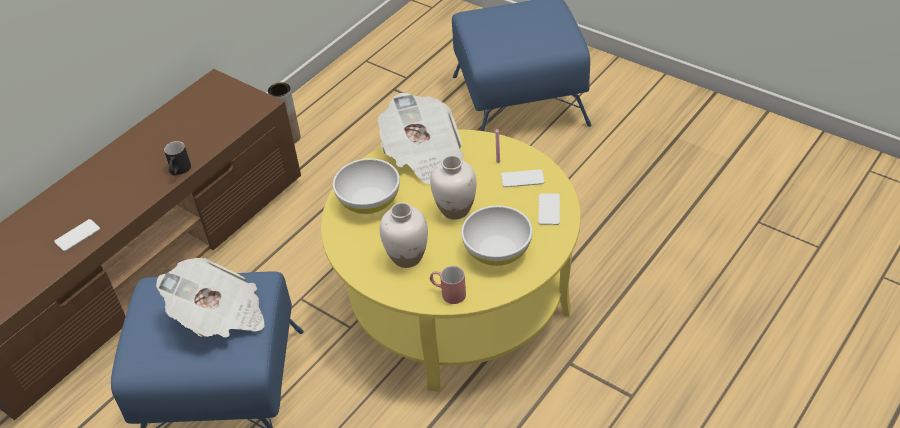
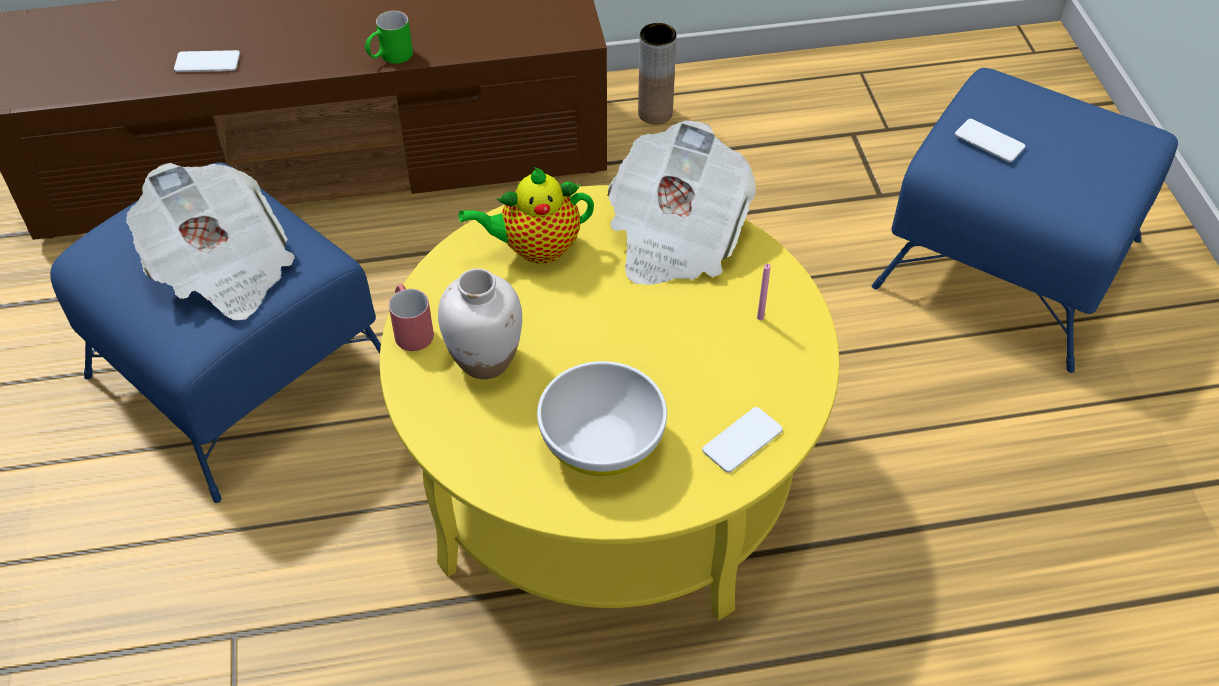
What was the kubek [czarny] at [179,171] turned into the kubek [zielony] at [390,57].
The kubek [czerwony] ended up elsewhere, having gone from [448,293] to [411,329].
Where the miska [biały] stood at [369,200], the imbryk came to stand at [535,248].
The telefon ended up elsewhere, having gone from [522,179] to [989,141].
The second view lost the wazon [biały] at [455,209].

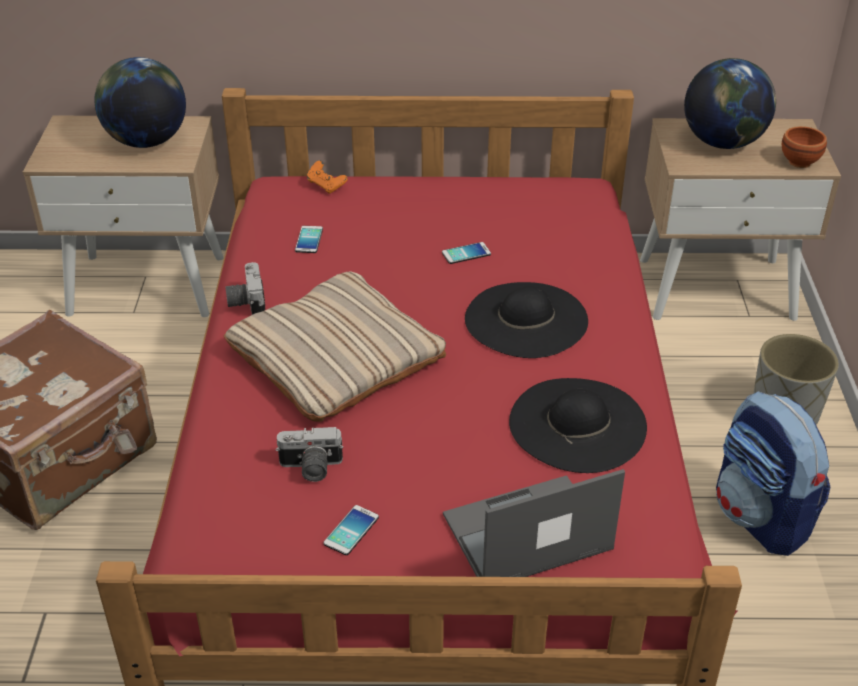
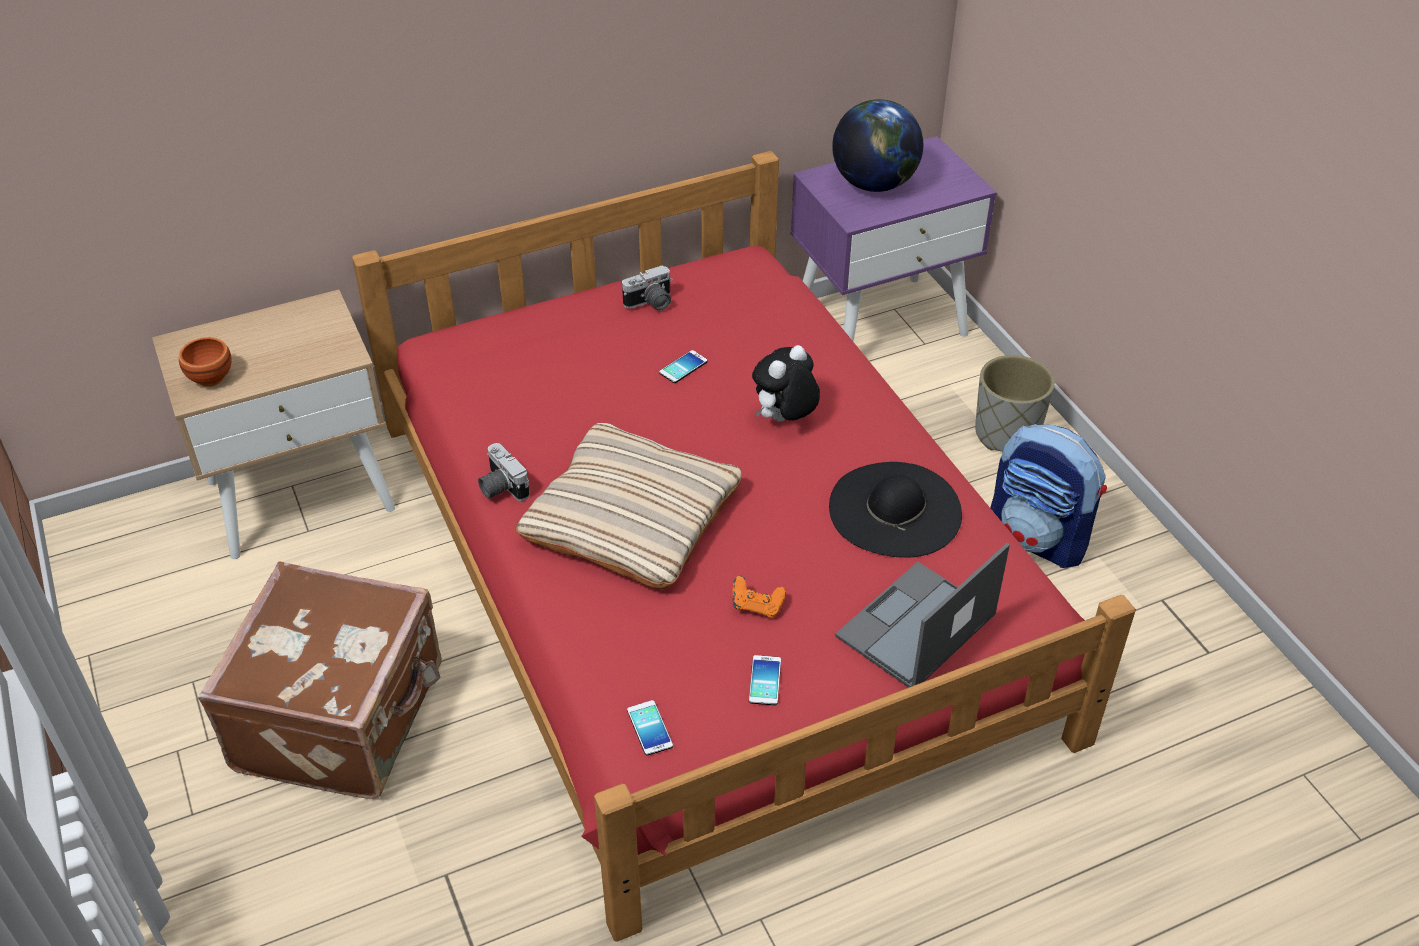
The miska [brązowy] ended up elsewhere, having gone from [798,161] to [210,377].
The aparat fotograficzny ended up elsewhere, having gone from [310,468] to [650,303].
The telefon ended up elsewhere, having gone from [309,240] to [649,728].
The pad do gier [pomarańczowy] ended up elsewhere, having gone from [326,186] to [757,606].
Where the kapelusz [czarny] stood at [526,319], the pluszak came to stand at [784,420].
What was the szafka nocna [beżowy] at [717,288] turned into the szafka nocna [fioletowy] at [880,323].
The second view lost the globus at [146,141].

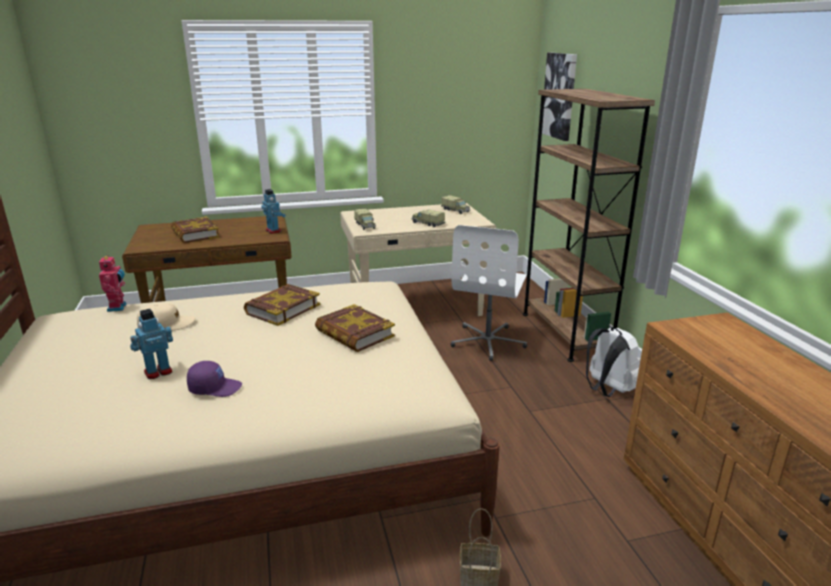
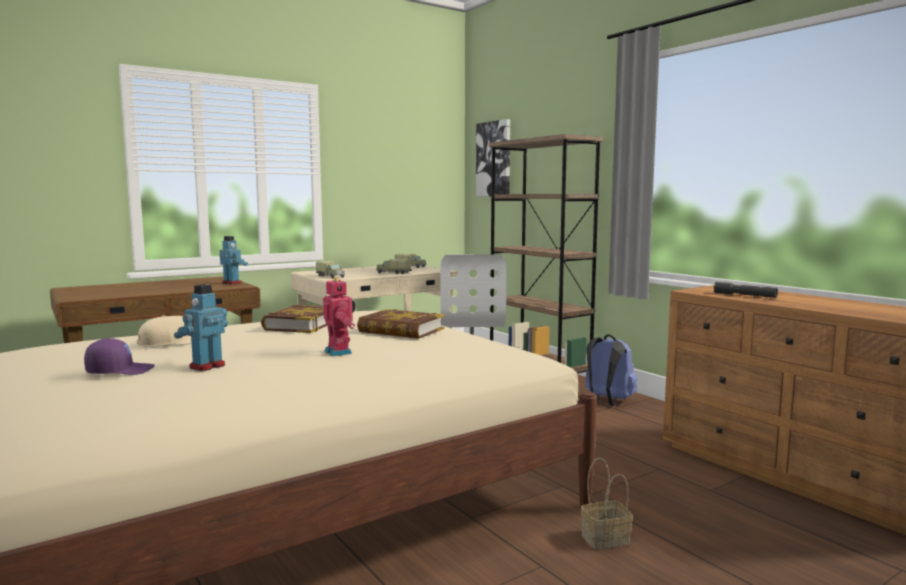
The czapka z daszkiem [fioletowy] ended up elsewhere, having gone from [215,388] to [120,371].
The robot zabawkowy ended up elsewhere, having gone from [118,307] to [340,352].
What was the plecak [biały] at [608,390] turned into the plecak [niebieski] at [607,402].
The second view gained the latarka [szary] at [744,295].
The second view lost the książka at [195,234].

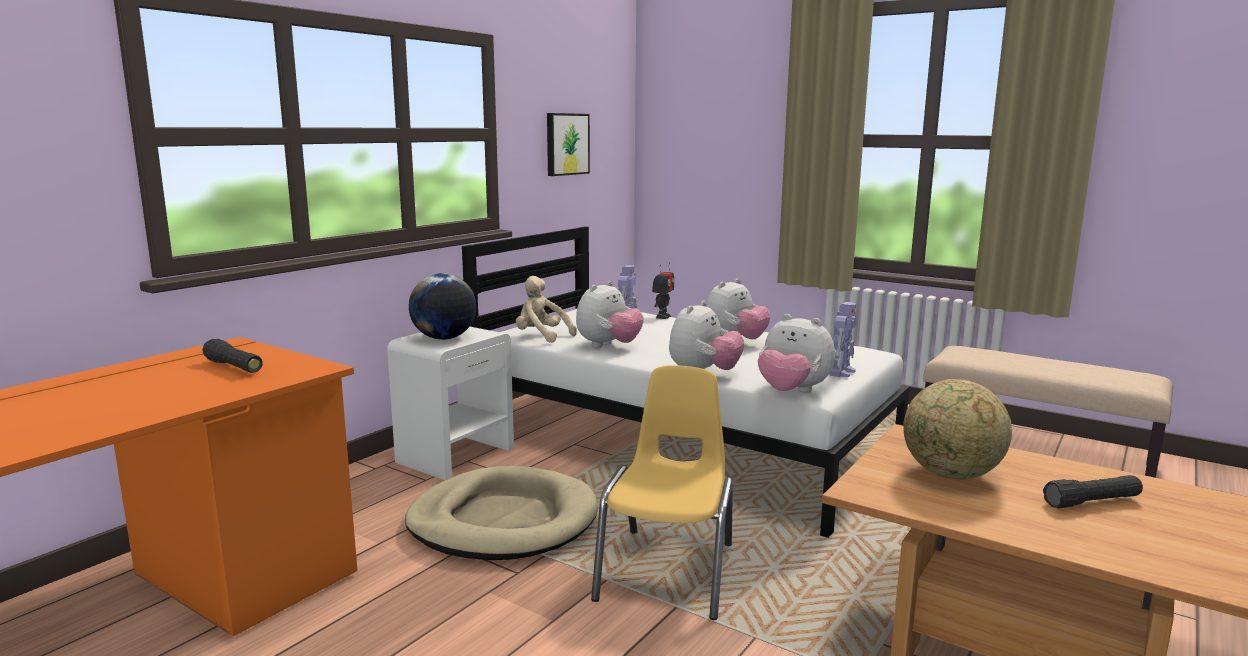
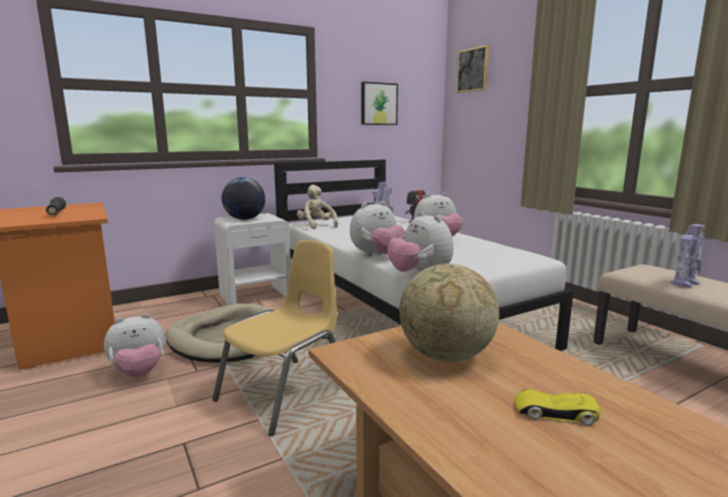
The pluszak ended up elsewhere, having gone from [608,346] to [139,373].
The second view gained the obraz at [473,70].
Where the latarka [czarny] stood at [1092,502], the samochodzik [żółty] came to stand at [554,412].
The robot zabawkowy ended up elsewhere, having gone from [841,372] to [685,283].

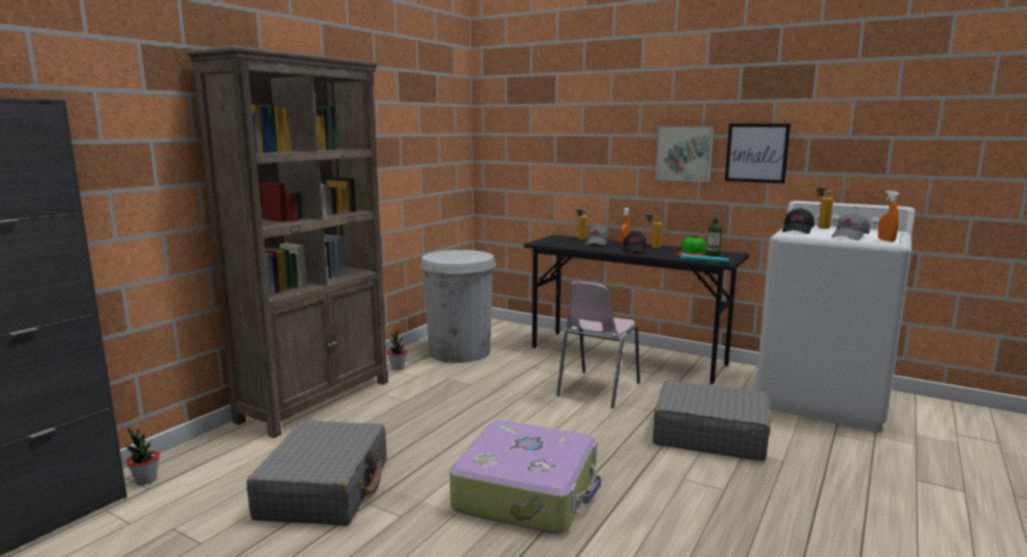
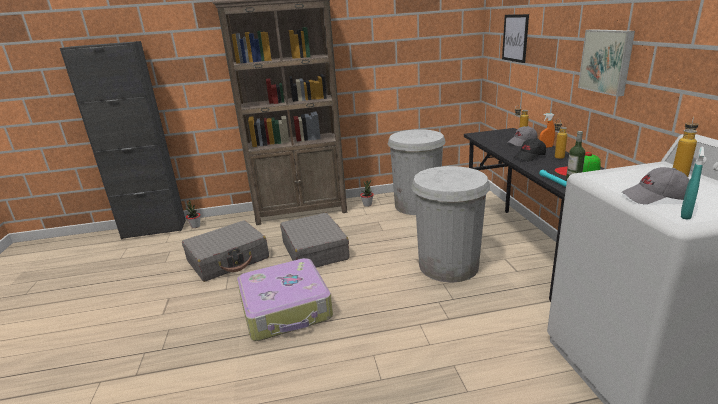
The walizka [szary] ended up elsewhere, having gone from [709,435] to [315,250].
Where the krzesło [różowy] stood at [597,389], the kosz na śmieci [biały] came to stand at [448,265].
The obraz ended up elsewhere, having gone from [756,153] to [515,38].
What was the spryskiwacz [pomarańczowy] at [886,240] turned into the spryskiwacz [turkusowy] at [685,215].
The second view lost the czapka z daszkiem [czarny] at [797,231].

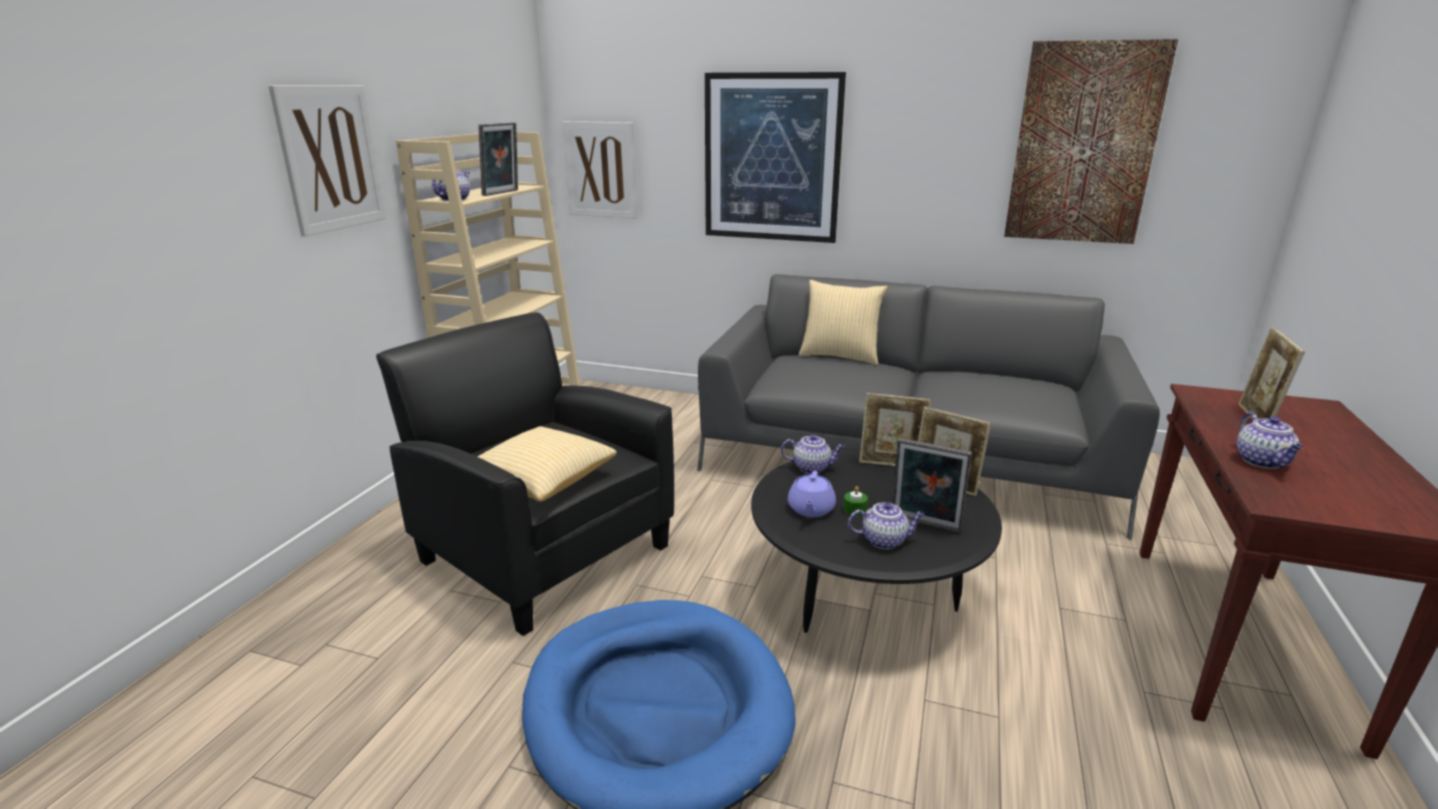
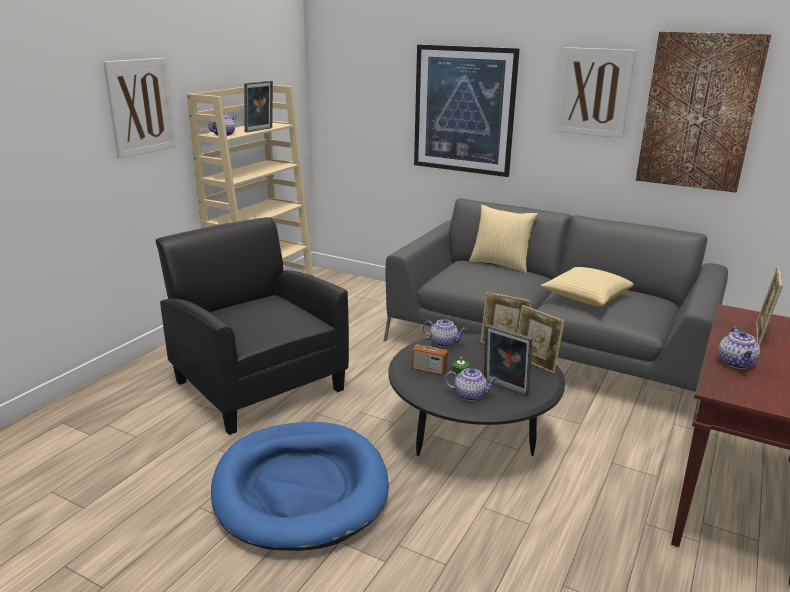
Where the imbryk [fioletowy] stood at [810,509], the radio came to stand at [429,370].
The poduszka ended up elsewhere, having gone from [541,480] to [585,298].
The obraz ended up elsewhere, having gone from [601,170] to [593,92].

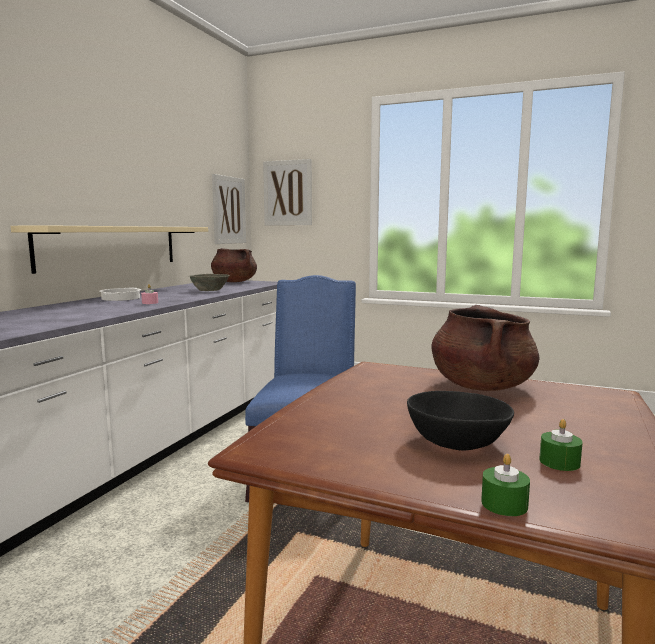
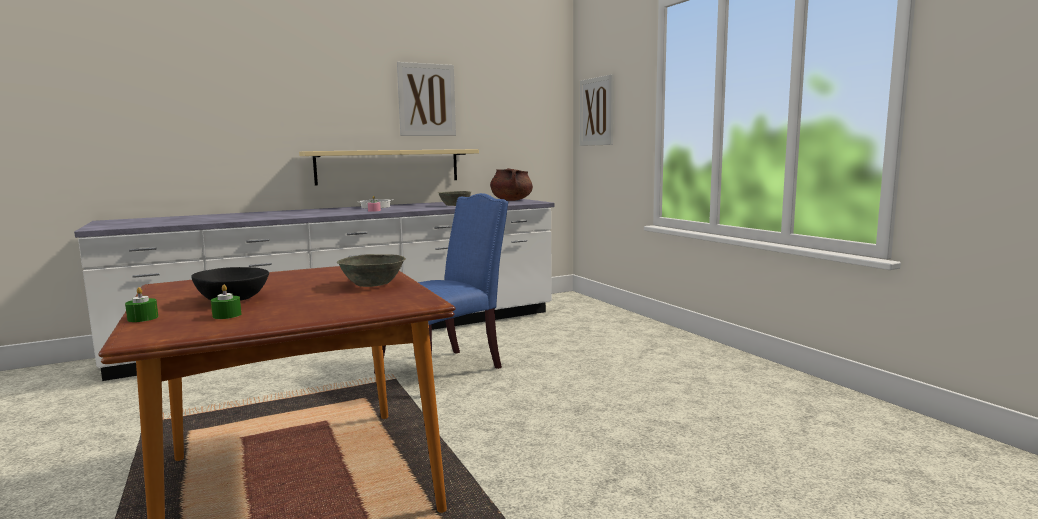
Where the garnek [brązowy] stood at [481,386], the miska [szary] came to stand at [373,284].
The obraz ended up elsewhere, having gone from [229,210] to [426,100].

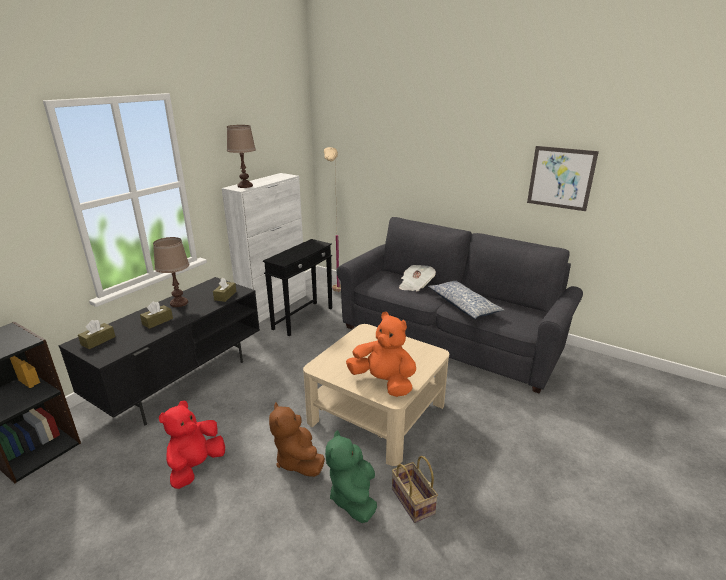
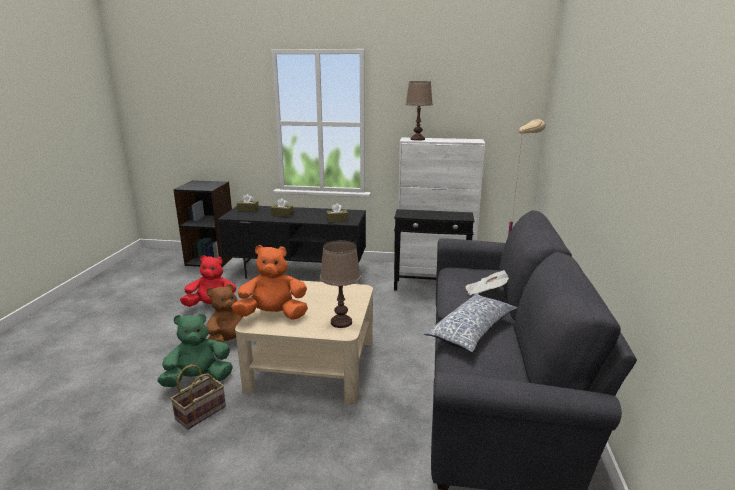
The pluszak [pomarańczowy] at [383,382] ended up facing another way, 105 degrees counterclockwise from before.
The lampa stołowa [brązowy] ended up elsewhere, having gone from [178,303] to [341,322].
The second view lost the obraz at [561,178].

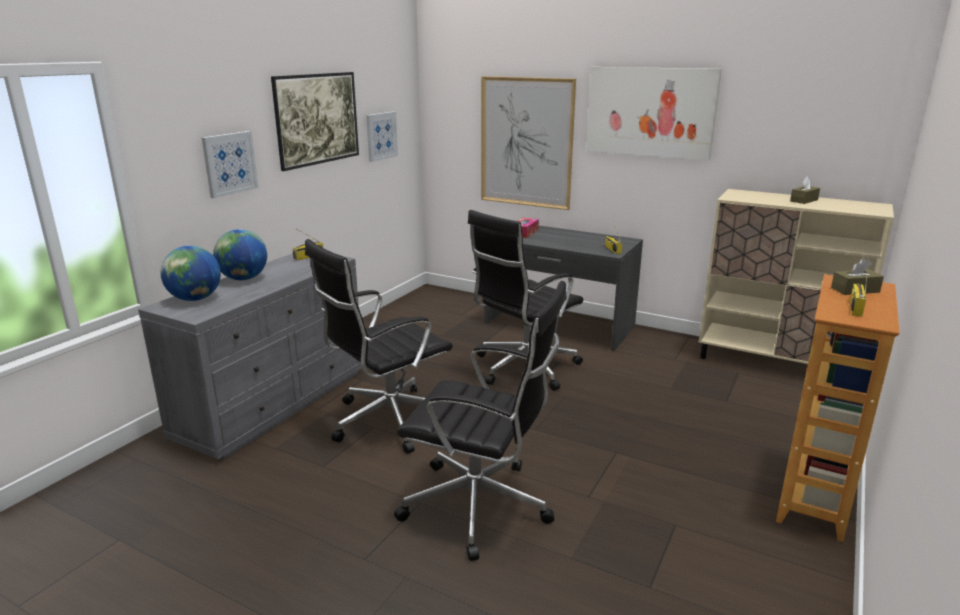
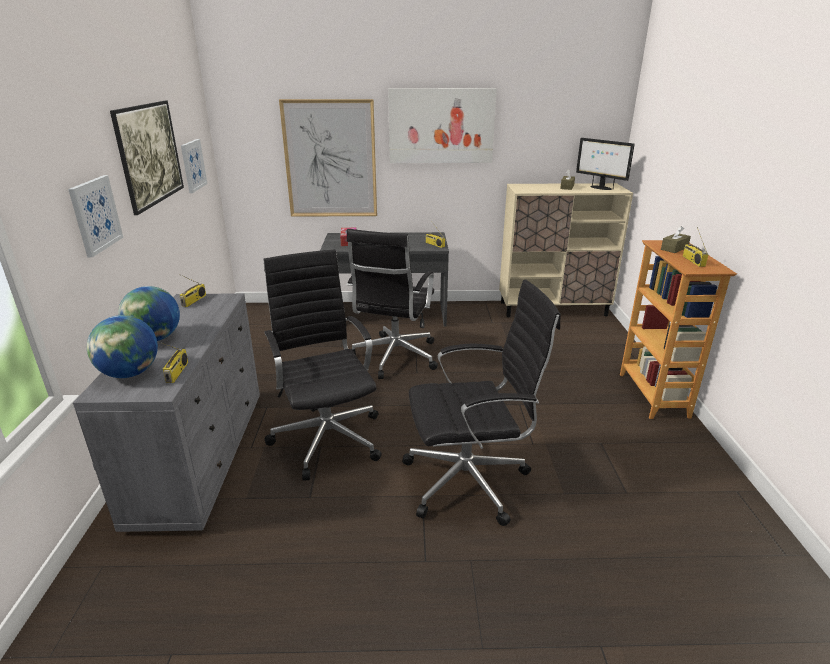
The second view gained the radio at [177,372].
The krzesło biurowe [czarny] at [387,421] ended up facing another way, 135 degrees clockwise from before.
The second view gained the monitor at [600,188].

